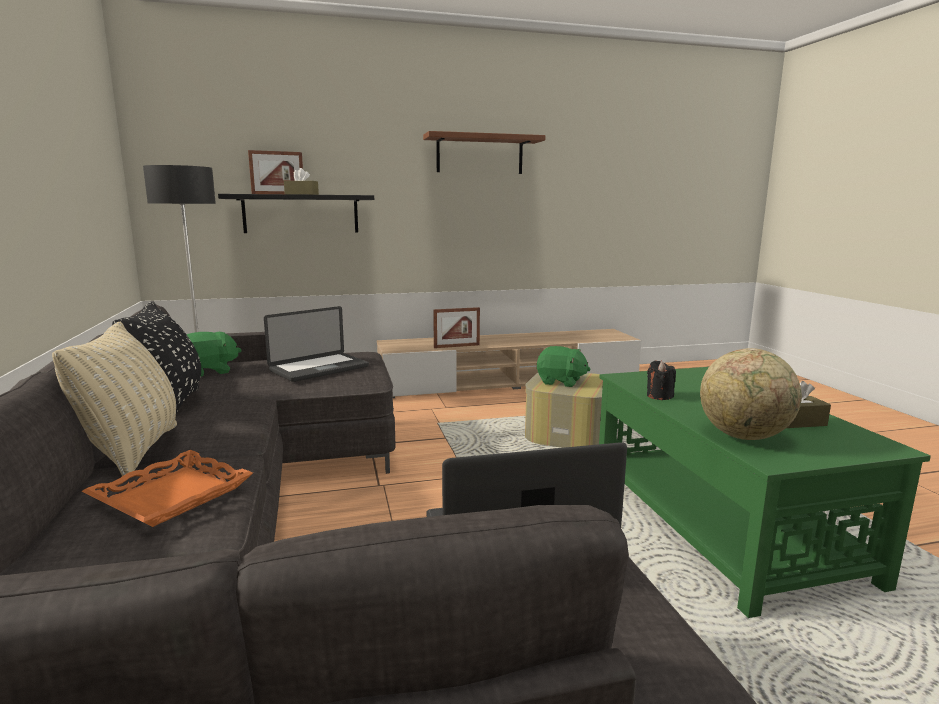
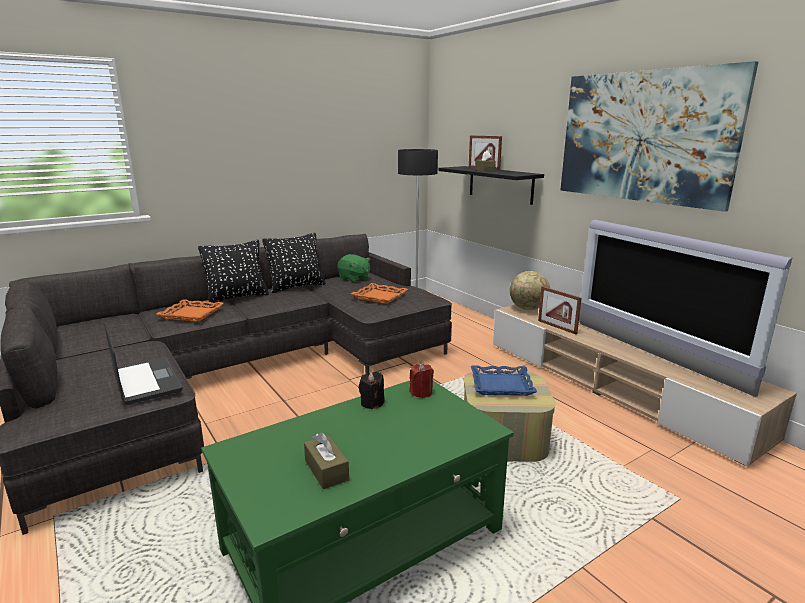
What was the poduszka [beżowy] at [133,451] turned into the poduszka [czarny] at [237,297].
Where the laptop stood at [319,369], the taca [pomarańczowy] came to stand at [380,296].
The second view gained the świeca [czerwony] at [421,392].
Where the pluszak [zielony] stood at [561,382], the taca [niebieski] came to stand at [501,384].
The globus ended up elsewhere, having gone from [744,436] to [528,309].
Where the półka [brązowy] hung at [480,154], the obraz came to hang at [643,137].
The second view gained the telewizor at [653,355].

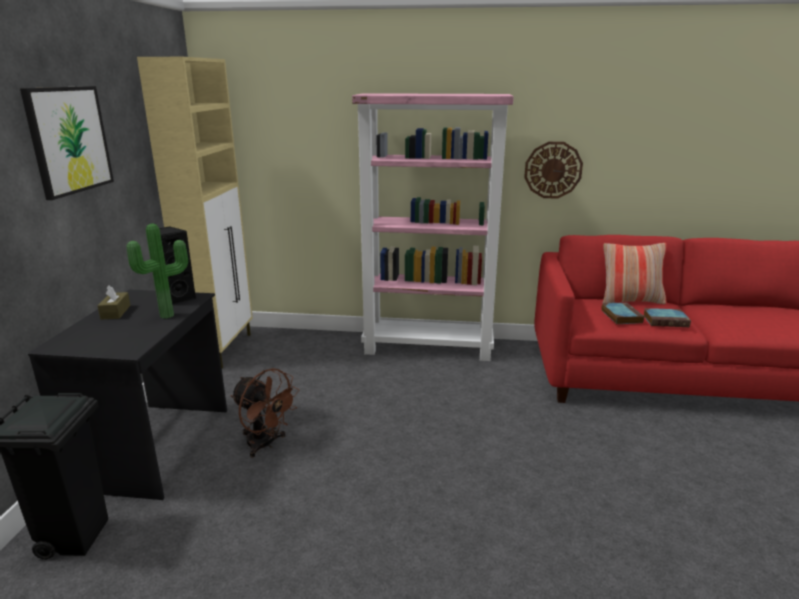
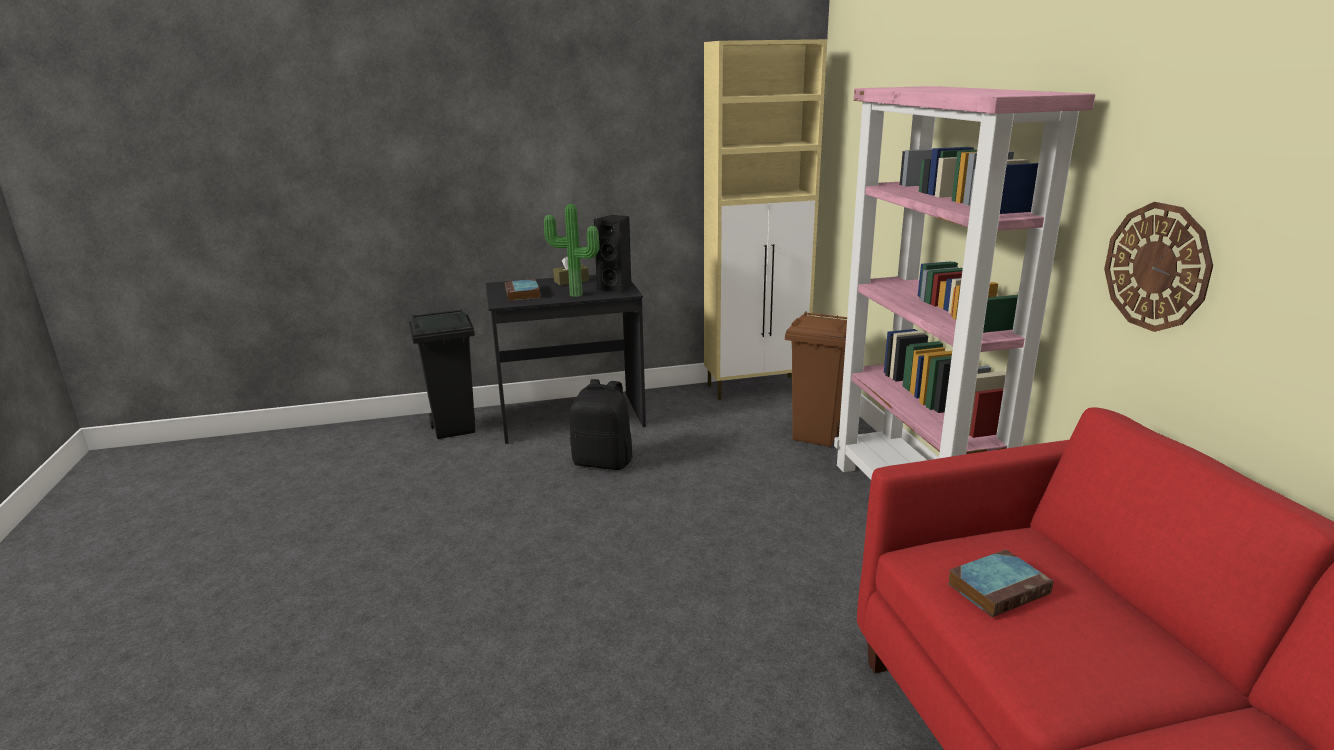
The książka ended up elsewhere, having gone from [666,321] to [523,294].
Where the wentylator [brązowy] stood at [266,444], the plecak [czarny] came to stand at [603,462].
The second view gained the kosz na śmieci [brązowy] at [817,436].
The second view lost the obraz at [69,140].
The second view lost the poduszka at [630,301].

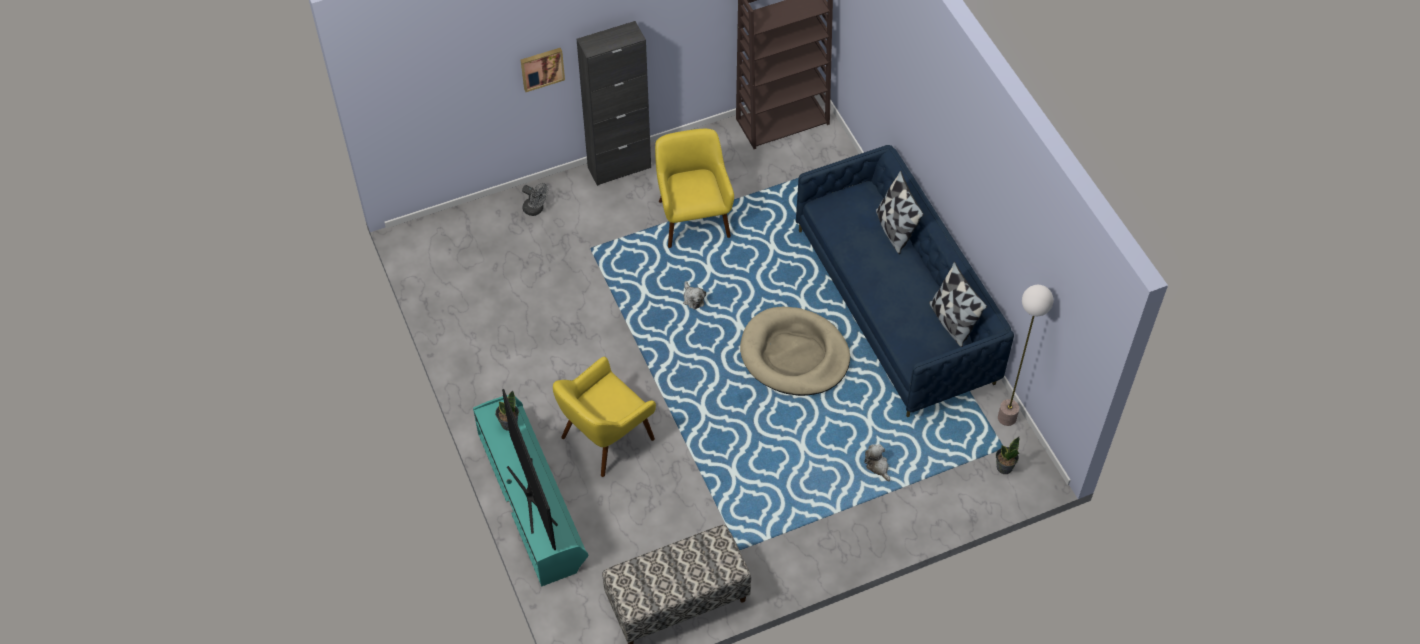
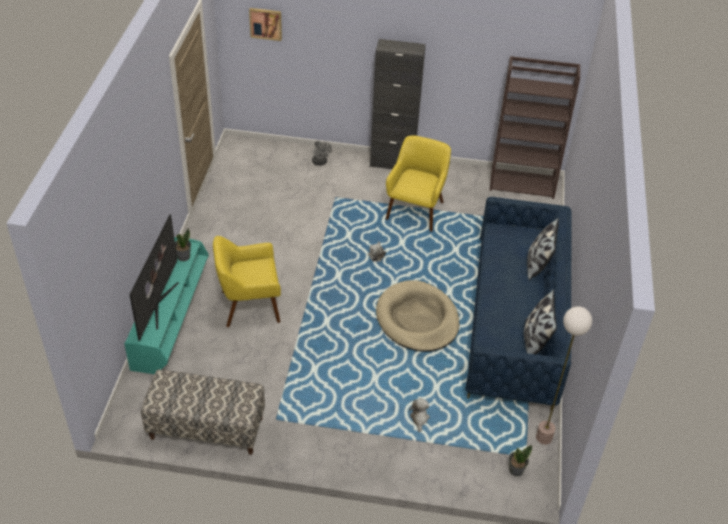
The obraz ended up elsewhere, having gone from [542,68] to [266,23].

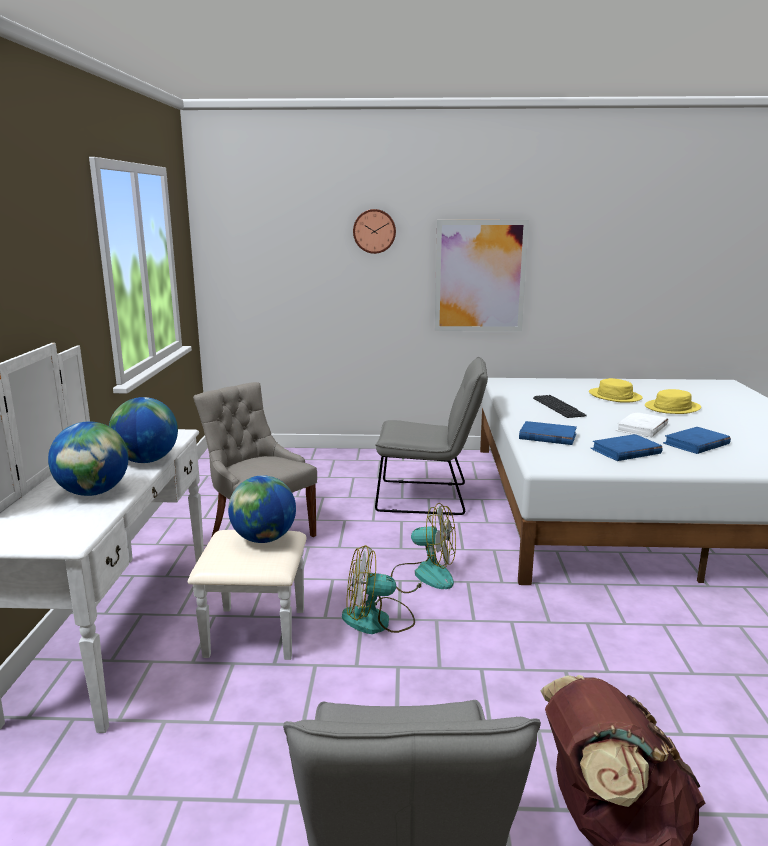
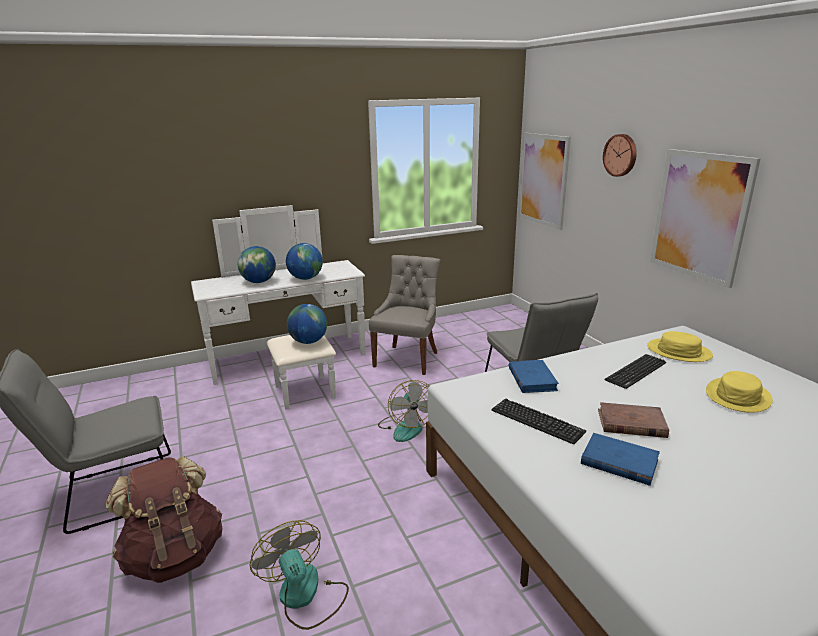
The wentylator ended up elsewhere, having gone from [377,620] to [305,596].
Where the książka [niebieski] stood at [625,451], the klawiatura came to stand at [537,421].
The second view gained the obraz at [543,180].
What was the książka [biały] at [641,428] turned into the książka [brązowy] at [631,423].
The kapelusz [żółty] ended up elsewhere, having gone from [672,408] to [678,351].

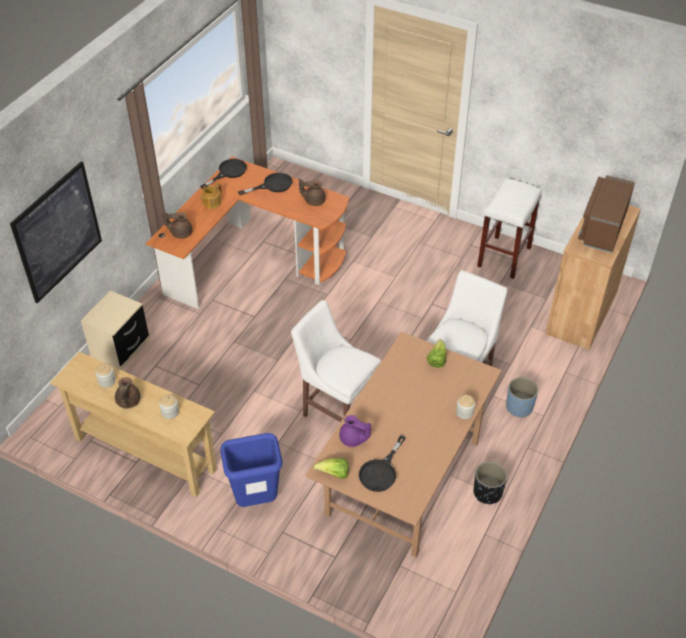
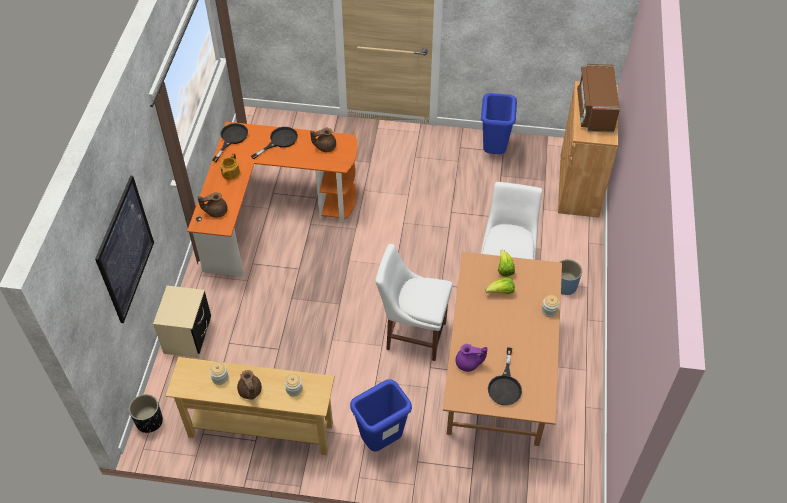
The donica [czarny] ended up elsewhere, having gone from [487,492] to [149,421].
Where the stołek [biały] stood at [504,257], the kosz na śmieci [niebieski] came to stand at [494,151].
The sałata ended up elsewhere, having gone from [334,474] to [501,292].

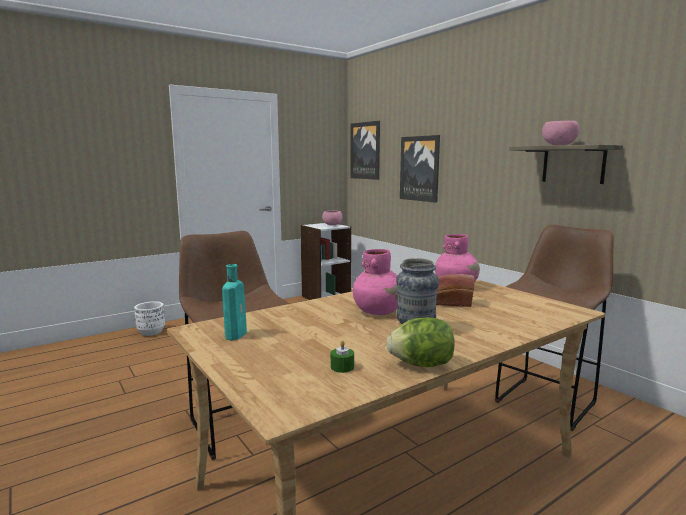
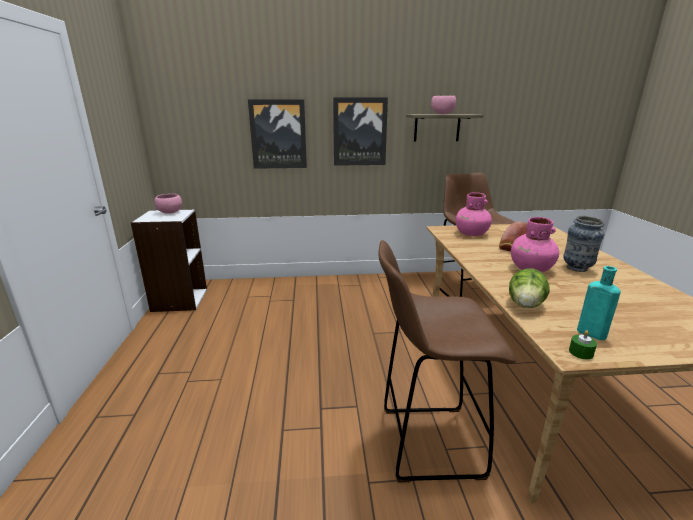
The obraz ended up elsewhere, having gone from [365,150] to [359,132].
The sałata ended up elsewhere, having gone from [421,364] to [525,305].
The świeca [zielony] ended up elsewhere, having gone from [342,367] to [581,352].
The second view lost the donica [biały] at [151,332].

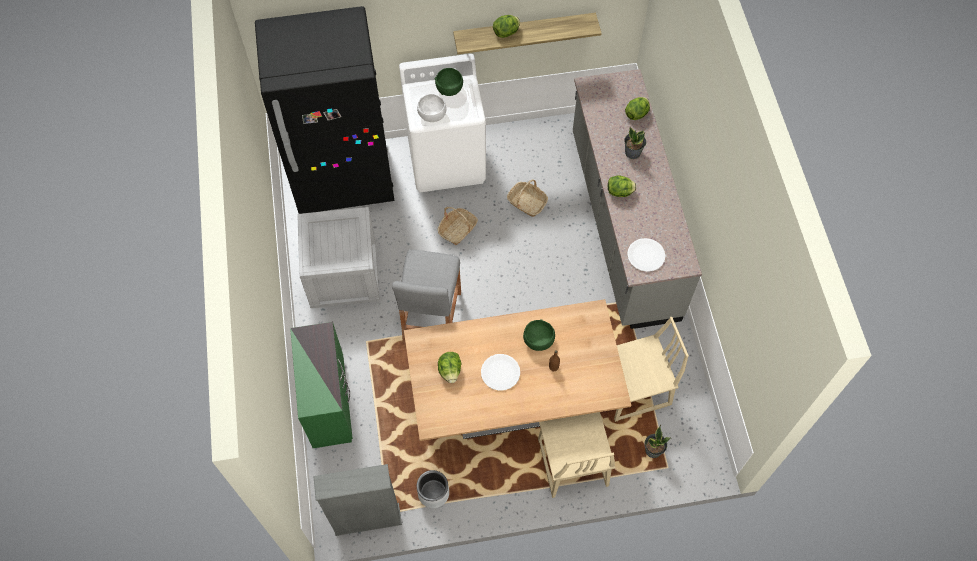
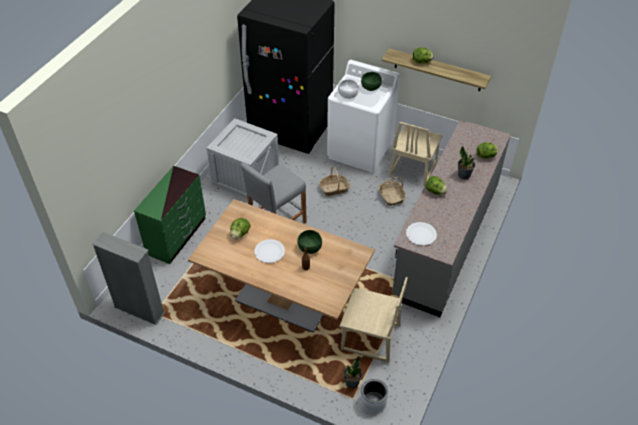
The donica [szary] ended up elsewhere, having gone from [433,493] to [373,402].
The krzesło [beżowy] ended up elsewhere, having gone from [572,463] to [412,168].

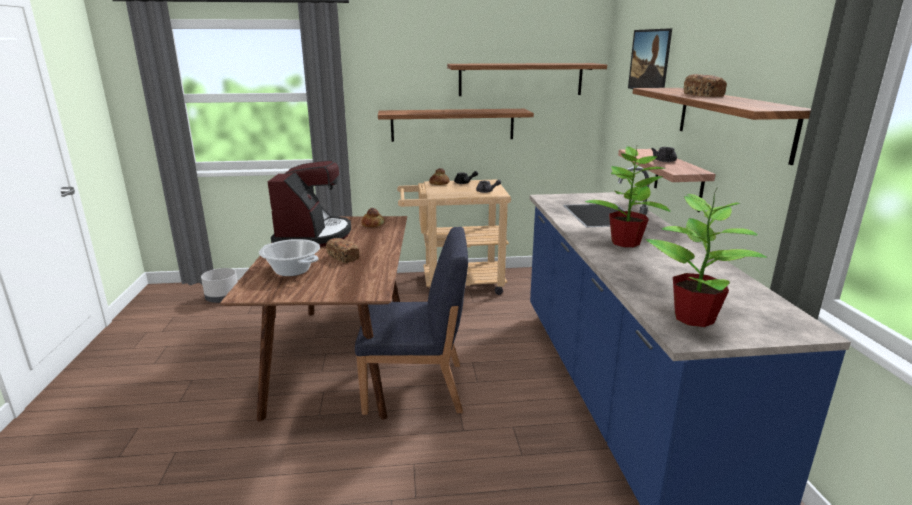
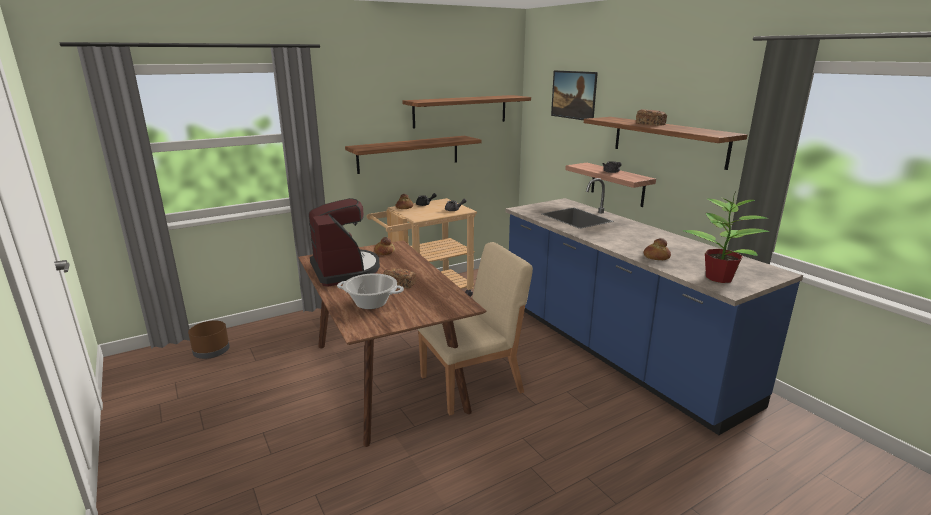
What was the donica [szary] at [222,298] turned into the donica [brązowy] at [211,352].
What was the krzesło [niebieski] at [416,388] turned into the krzesło [beżowy] at [472,384].
The second view gained the chleb at [656,257].
The second view lost the roślina doniczkowa at [625,243].

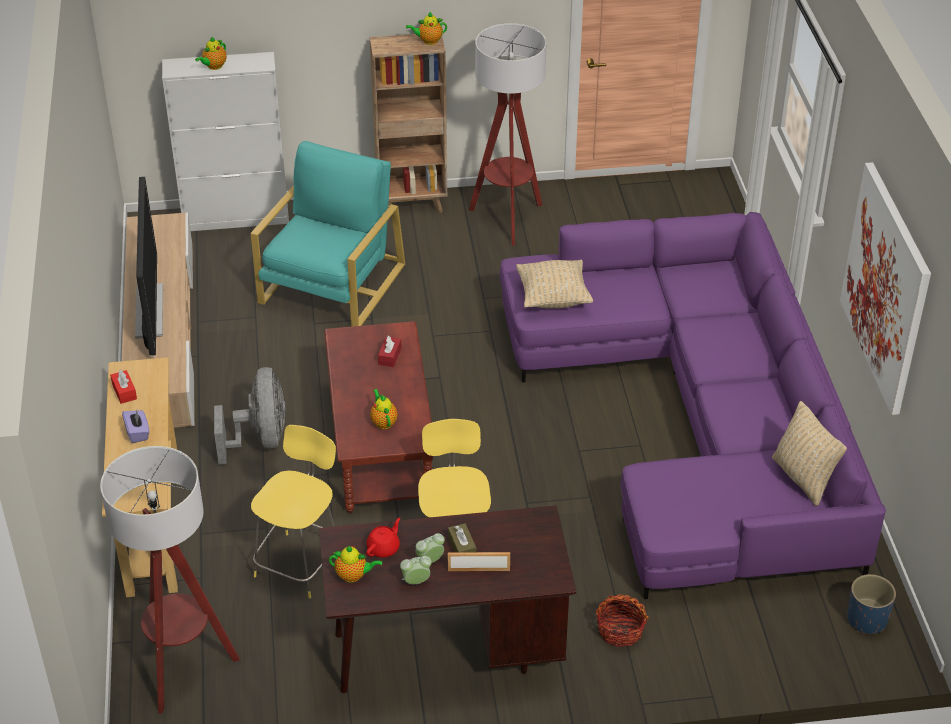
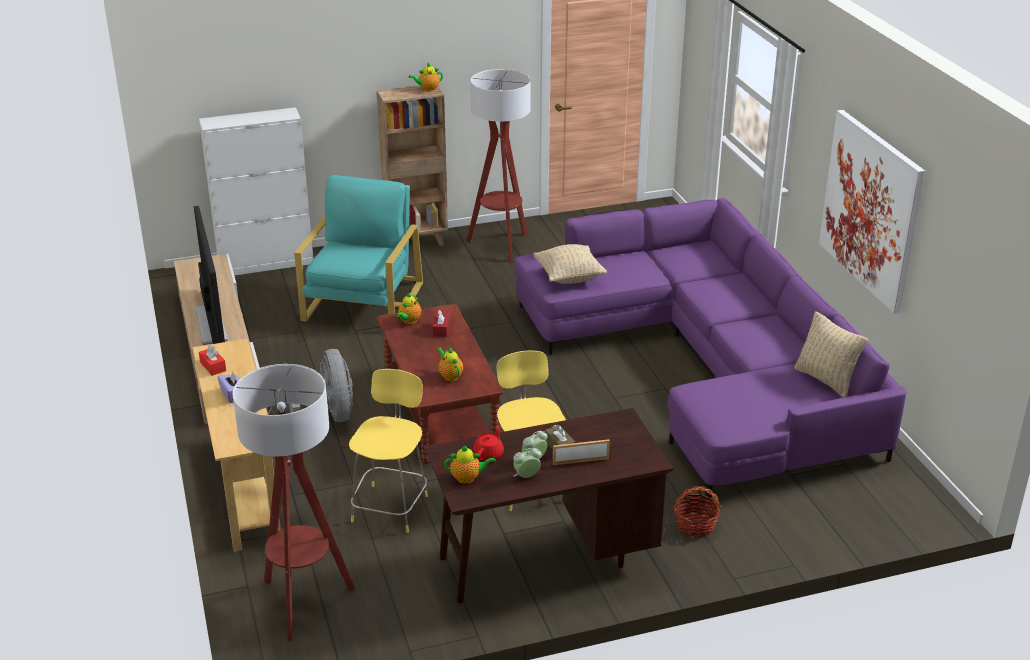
The imbryk ended up elsewhere, having gone from [214,66] to [409,321].
The second view lost the donica [niebieski] at [867,620].

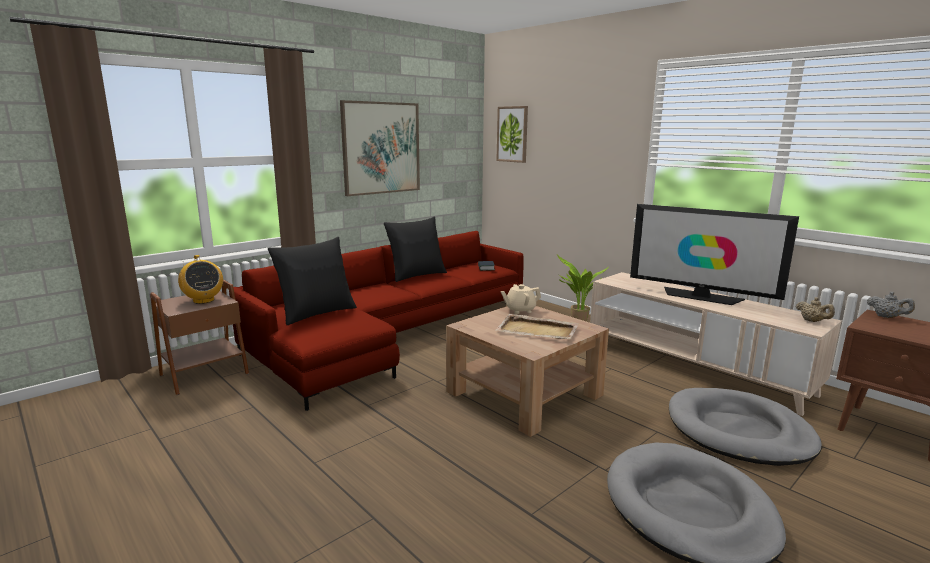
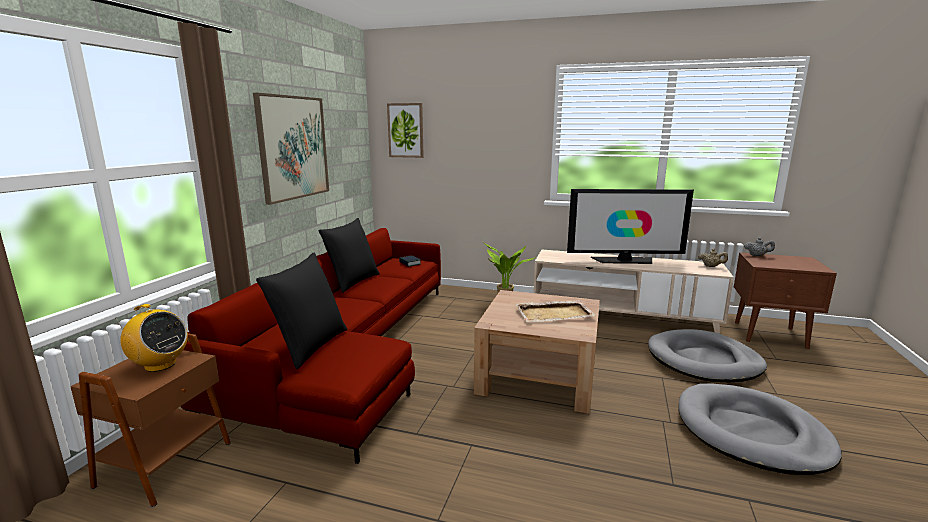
The second view lost the imbryk [beżowy] at [520,310].

